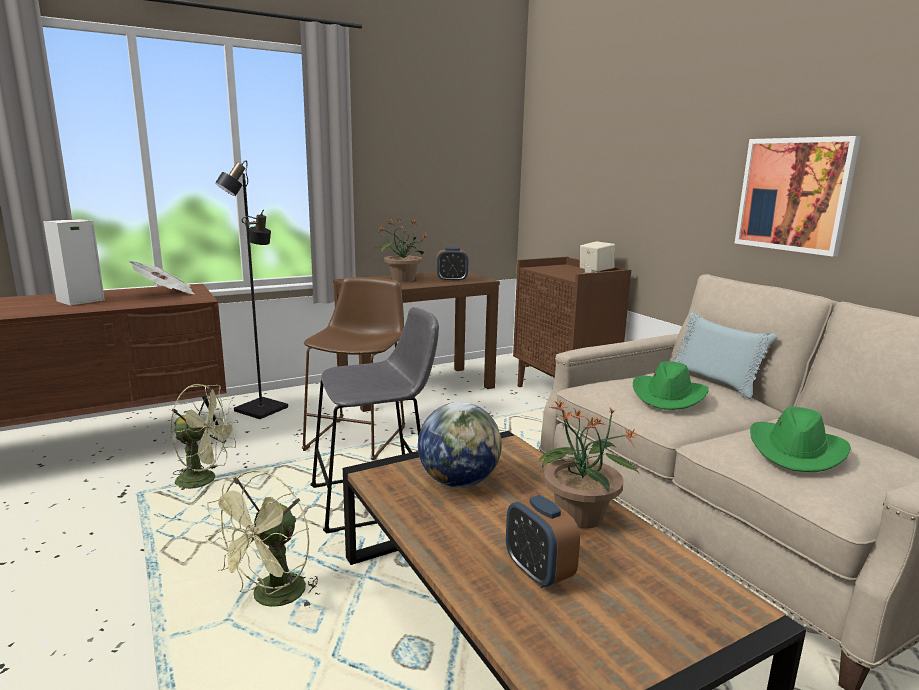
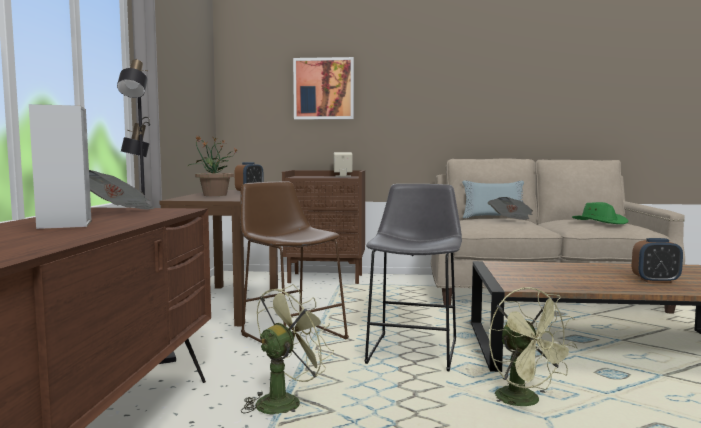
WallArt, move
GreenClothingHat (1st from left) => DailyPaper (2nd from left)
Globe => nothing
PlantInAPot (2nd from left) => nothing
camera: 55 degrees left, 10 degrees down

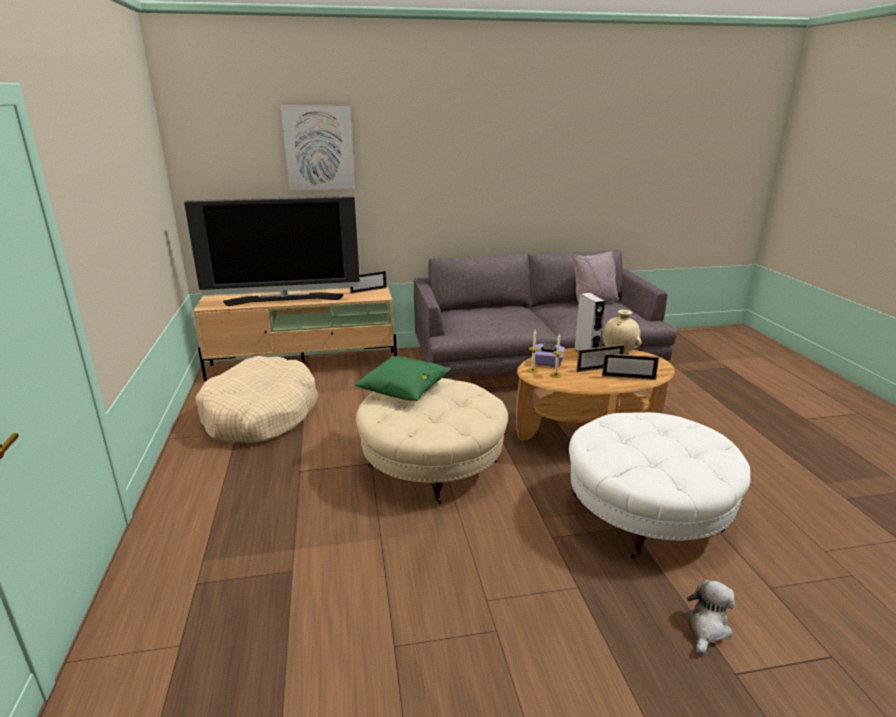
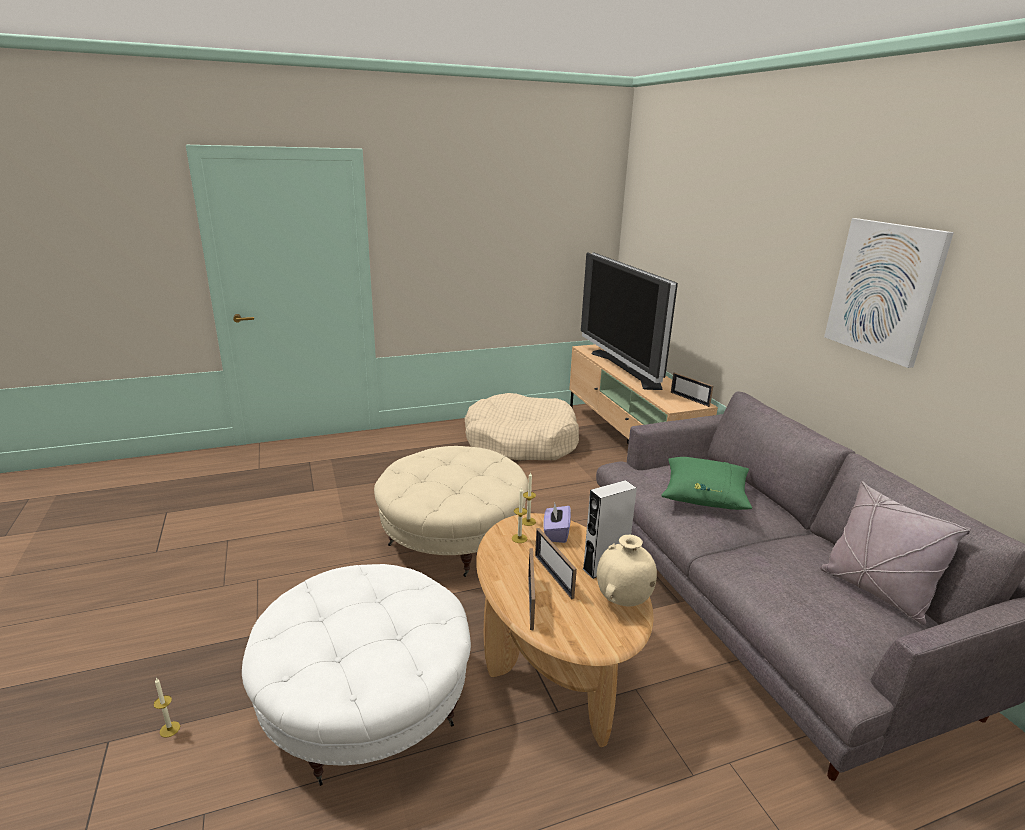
SoftToy => Candle (1st from left)
GreenPillow, move
WallArt, move
camera: 80 degrees right, 0 degrees up

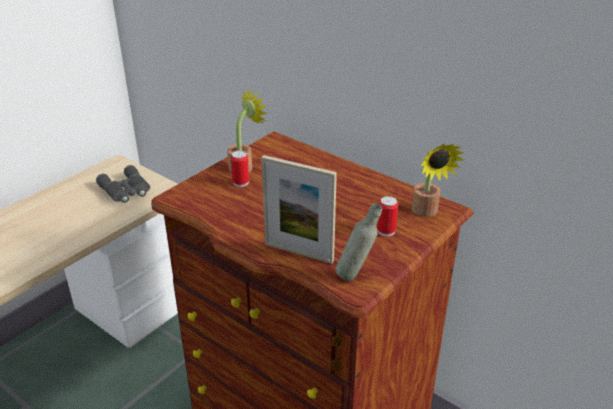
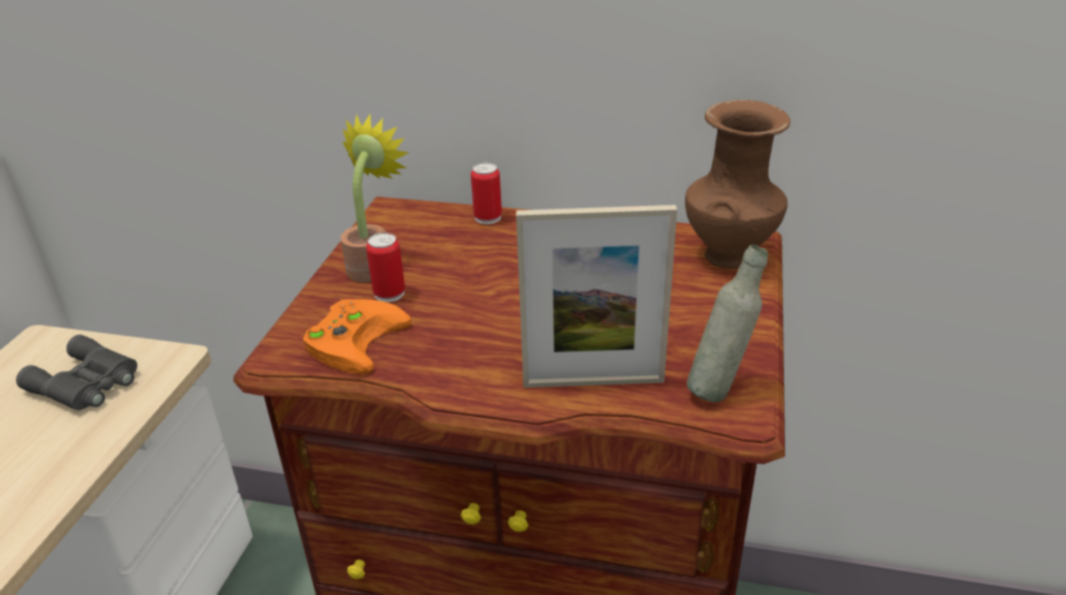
nothing => OrangeColouredJoypad
SealedCan (2nd from left), move
PlantInAPot (2nd from left) => BrownColouredVase
camera: 25 degrees left, 0 degrees up

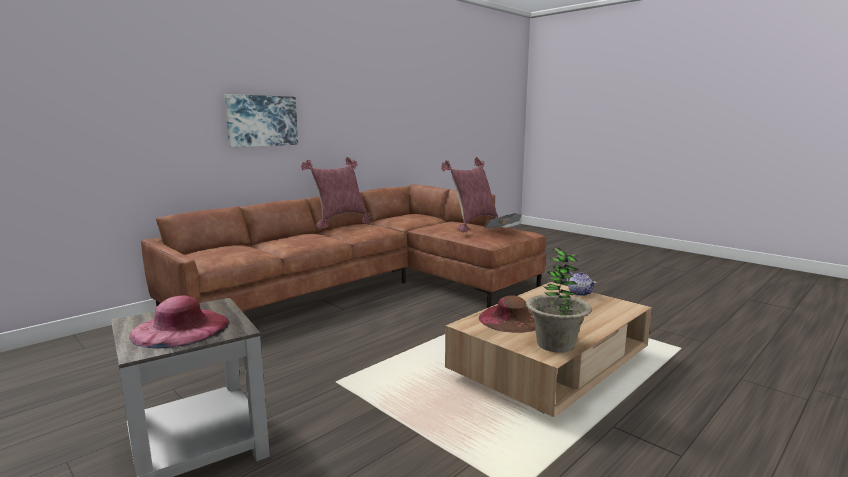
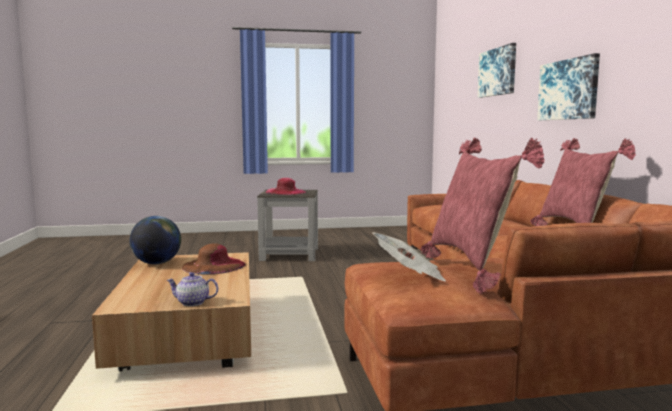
PlantInAPot => Globe
nothing => WallArt (1st from left)
camera: 125 degrees right, 5 degrees down

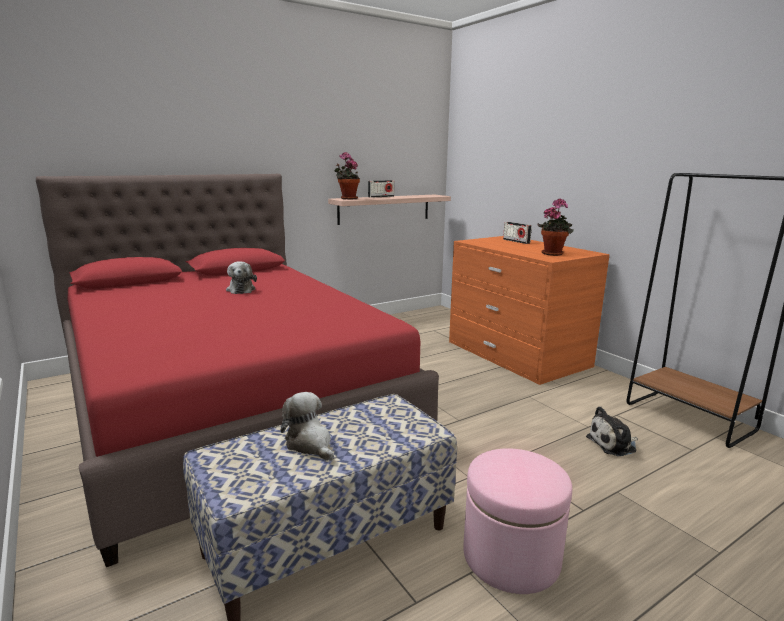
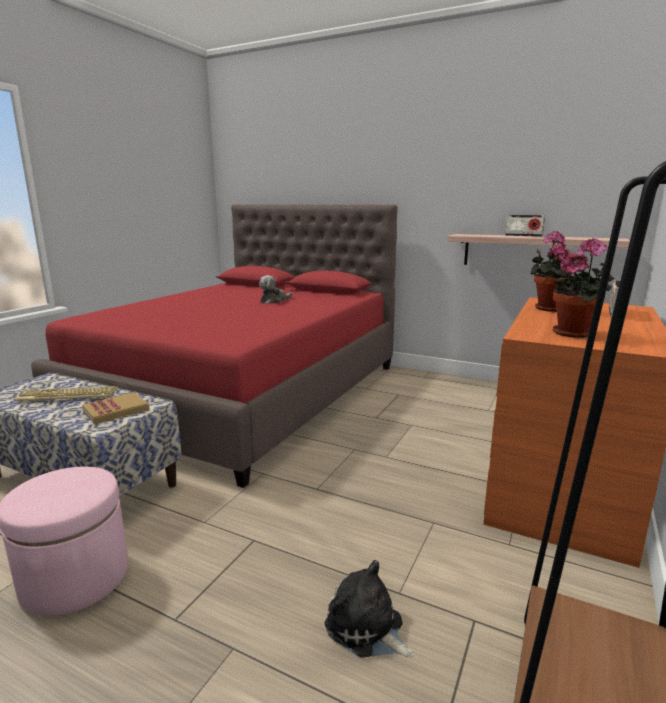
SoftToy (2nd from left) => Keyboard
nothing => Book
PlantInAPot (1st from left), move
camera: 60 degrees right, 0 degrees up

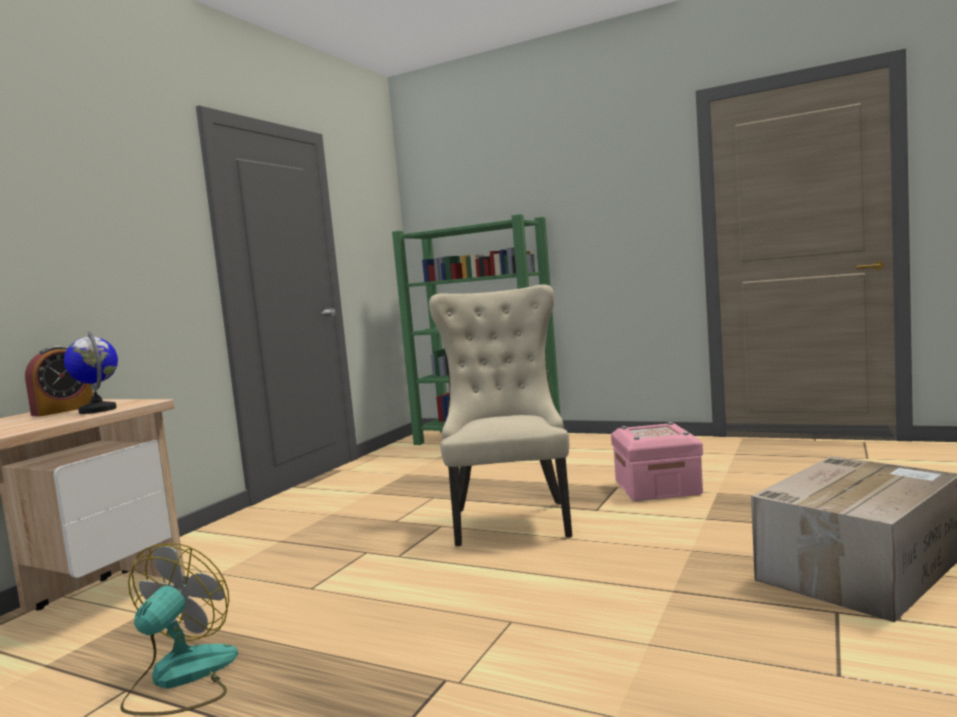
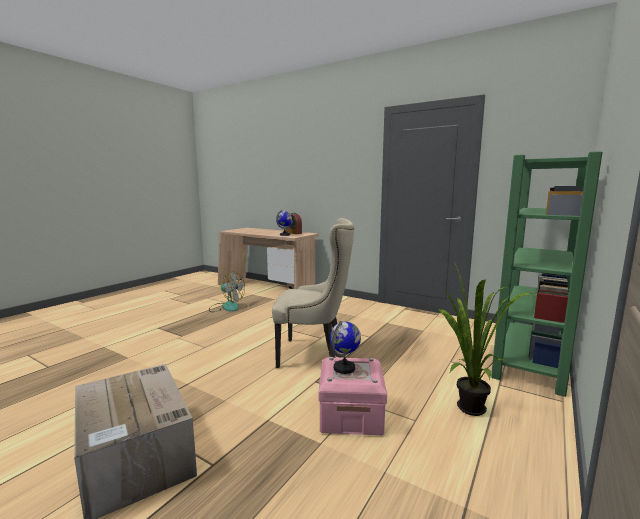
nothing => Globe (2nd from left)
nothing => PlantInAPot
camera: 95 degrees right, 5 degrees up

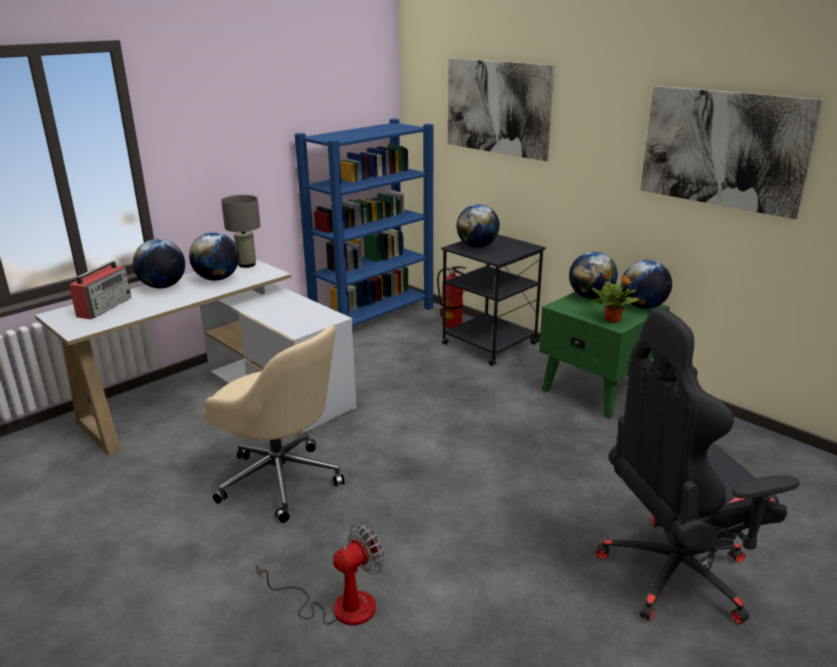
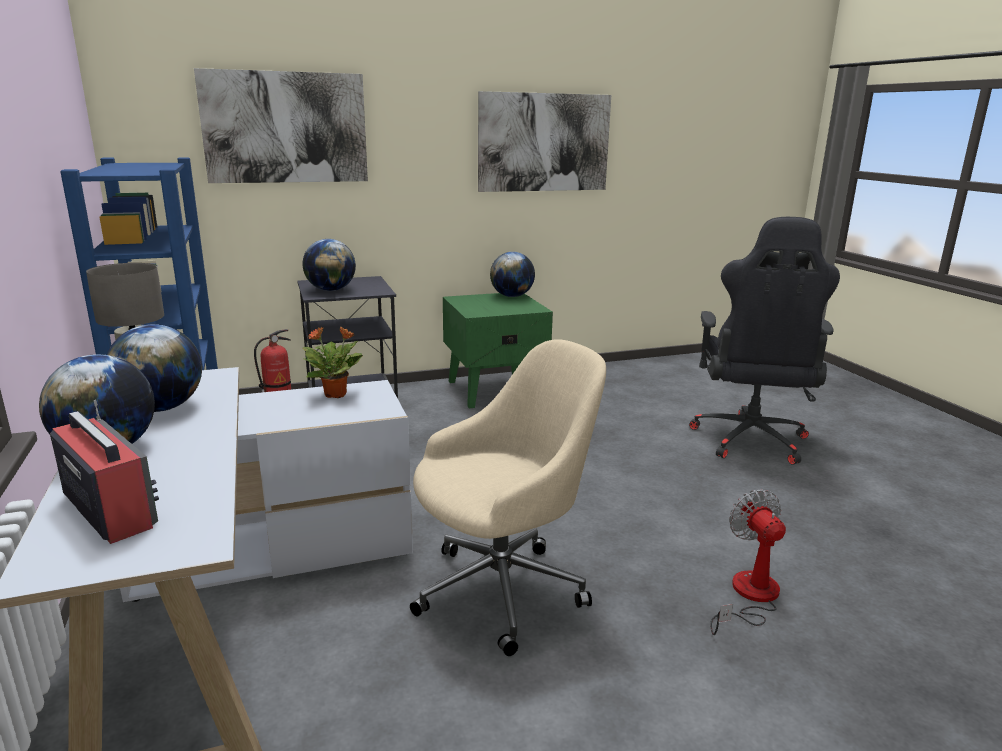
PlantInAPot, move
Globe (4th from left) => nothing
camera: 65 degrees left, 5 degrees down

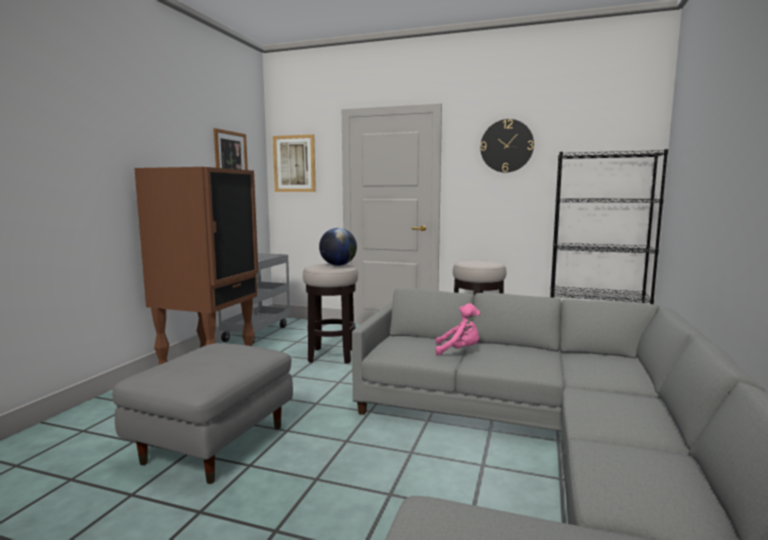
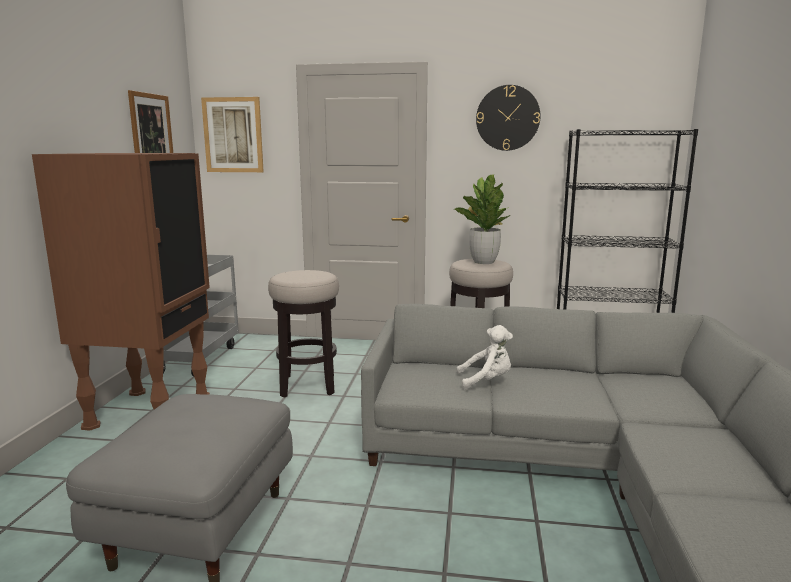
nothing => PlantInAPot
PinkishSoftToy => WhiteColouredSoftToy
Globe => nothing
camera: 10 degrees left, 5 degrees up

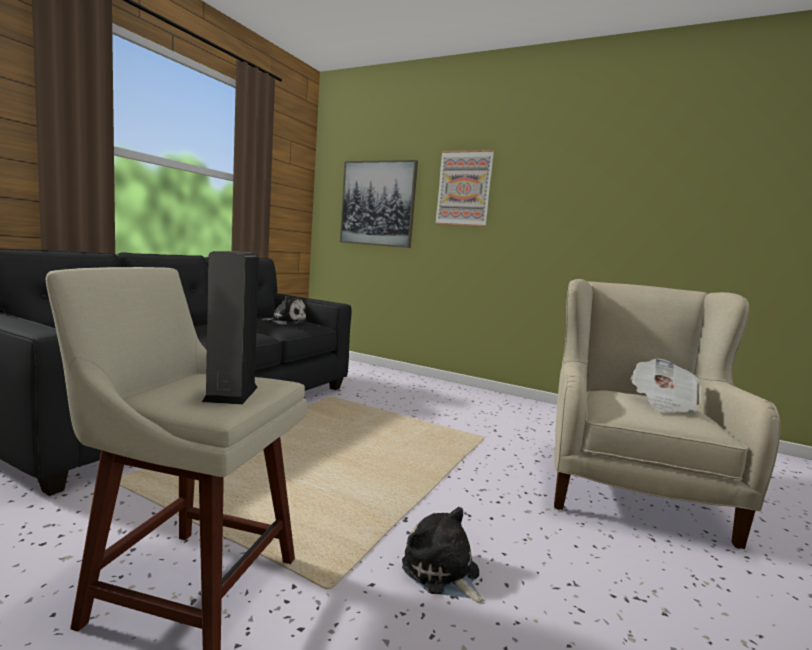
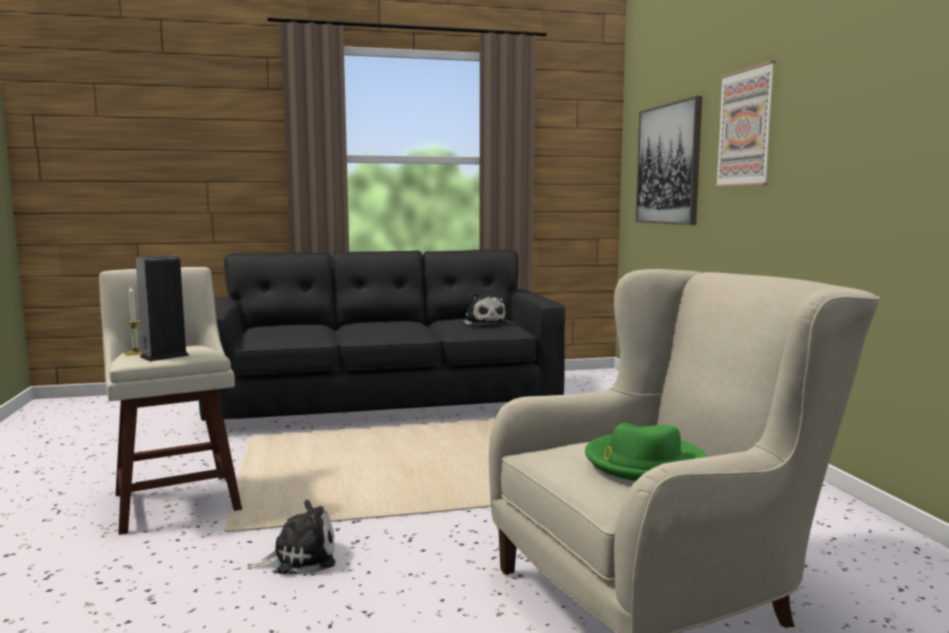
nothing => Candle
SoftToy (2nd from left in the first image) => SoftToy (1st from left), 60 degrees clockwise
DailyPaper => GreenClothingHat
camera: 50 degrees right, 0 degrees up

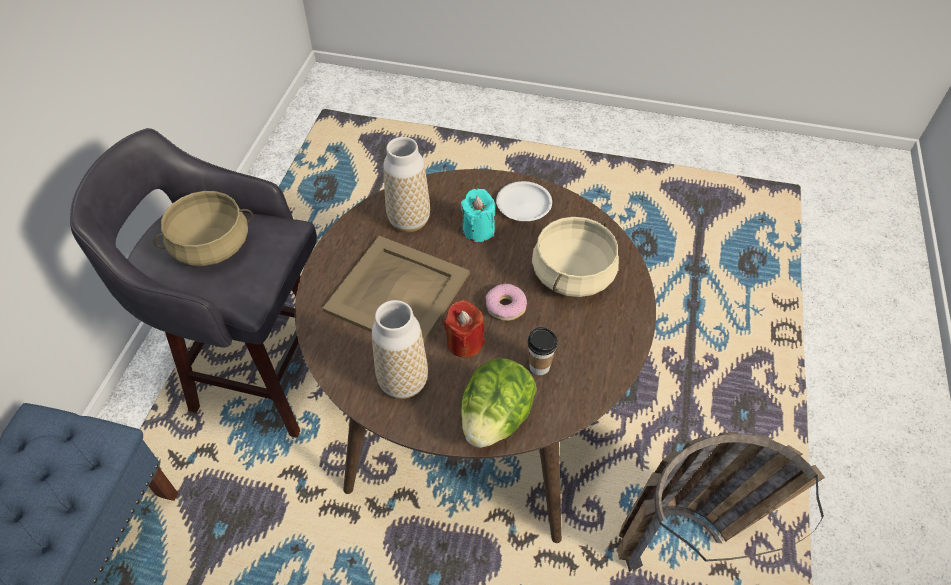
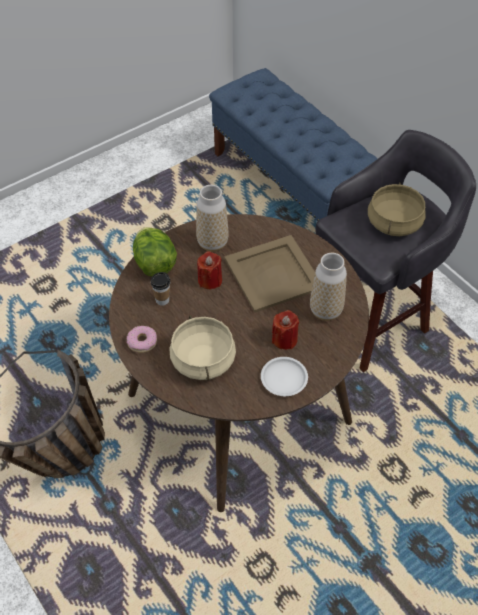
Donut, move
TurquoiseColouredCandle => RedCandle (2nd from left)
camera: 130 degrees right, 0 degrees up

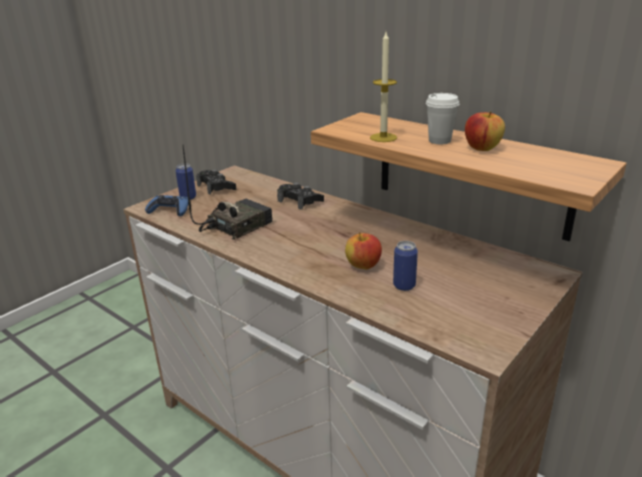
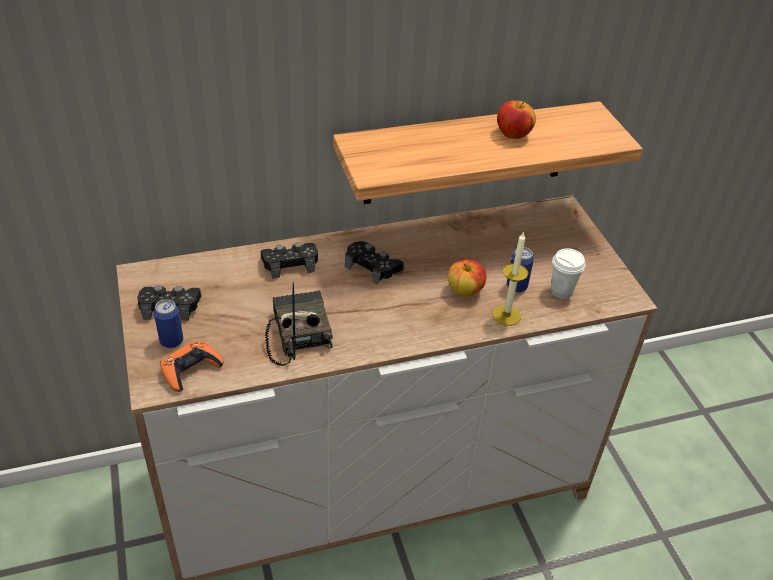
BluishJoypad => OrangeColouredJoypad
nothing => BlackJoypad (3rd from left)
Candle, move
WhiteColouredSmallCup, move
camera: 60 degrees left, 15 degrees up

